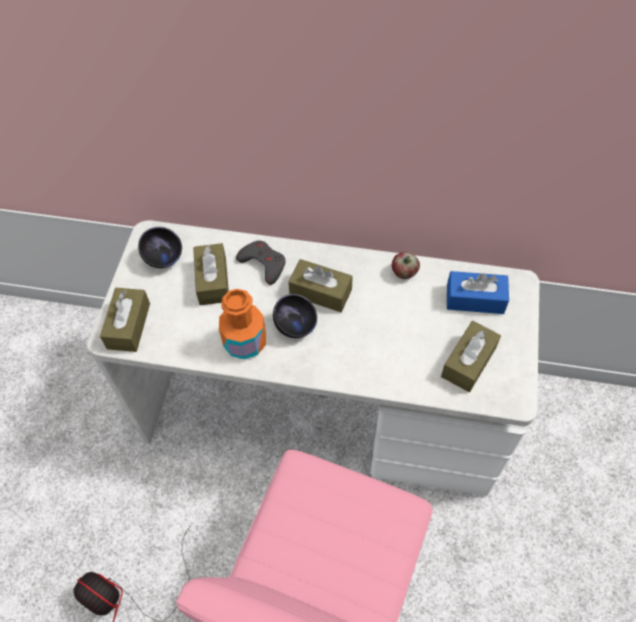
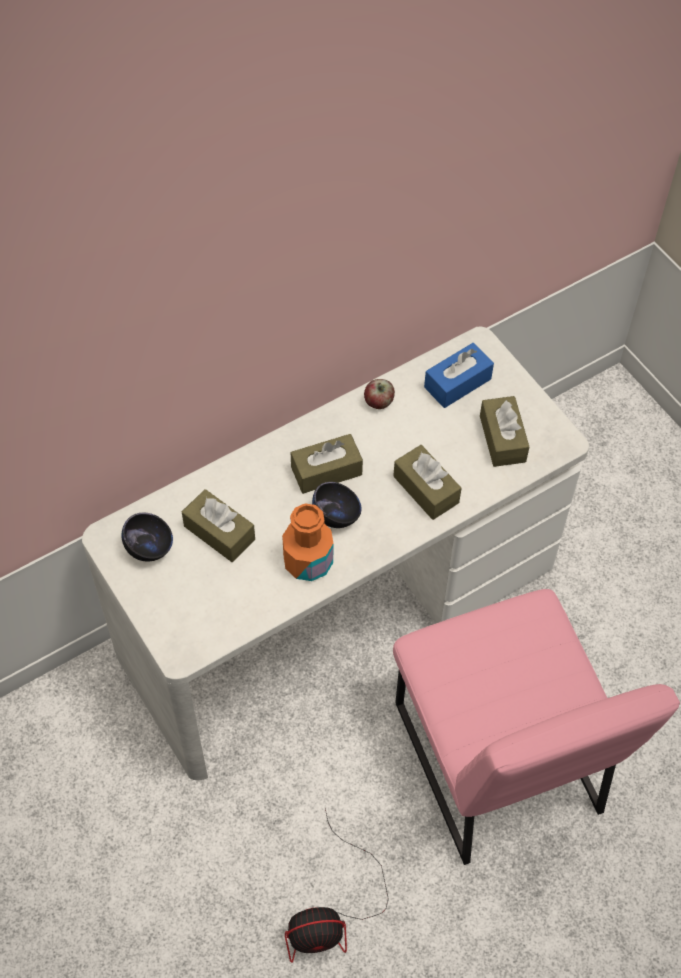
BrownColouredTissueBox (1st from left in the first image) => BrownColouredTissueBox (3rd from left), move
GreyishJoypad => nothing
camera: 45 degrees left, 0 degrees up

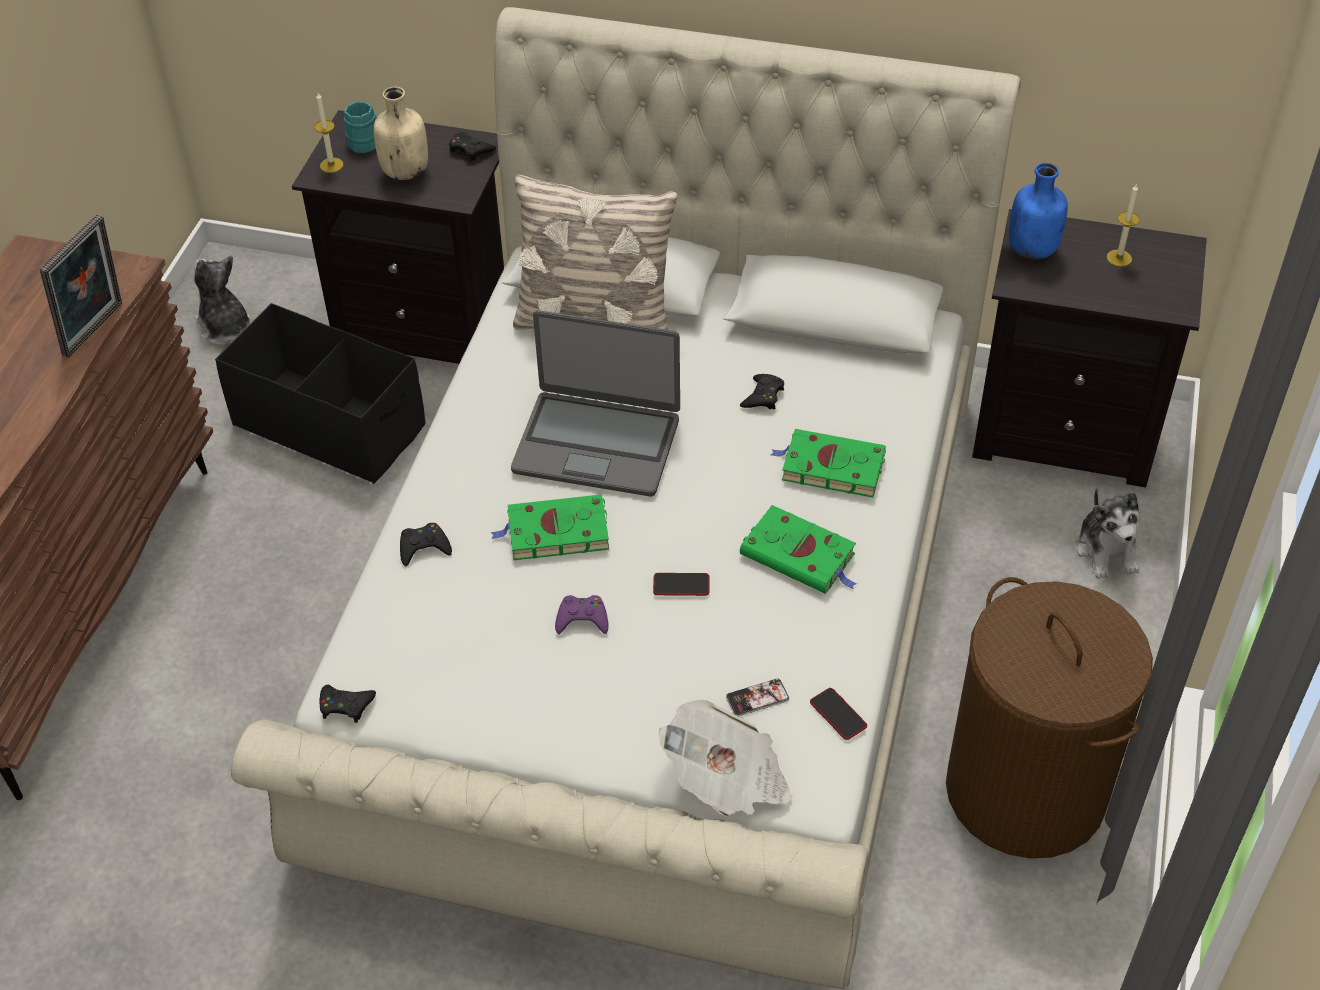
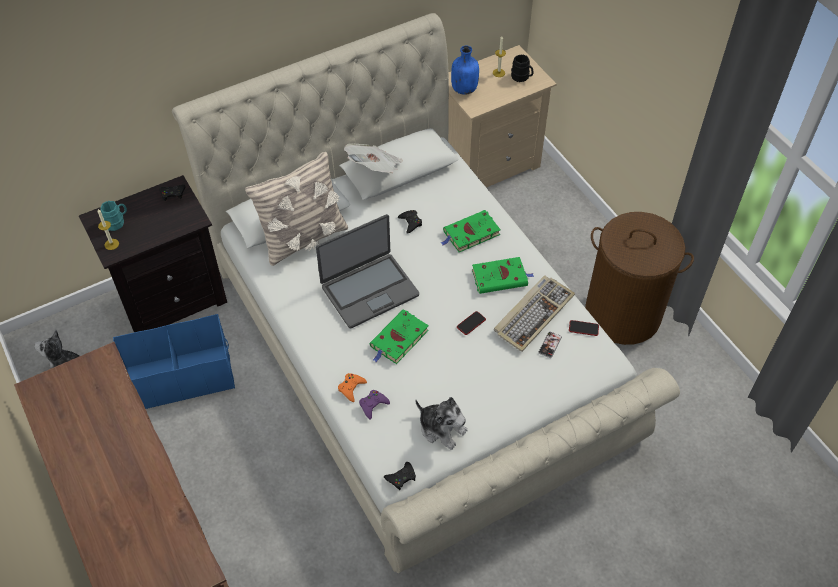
BlackStorageBin => BluishStorageBin
BlackJoypad (2nd from left) => OrangeColouredJoypad
DailyPaper, move
PurplishJoypad, move
SoftToy (2nd from left), move
BlackBedsideTable (2nd from left) => BeigeBedsideTable
nothing => Keyboard
nothing => BlackCoffeeMug
PictureFrame => nothing
BeigeBottle => nothing
camera: 45 degrees left, 5 degrees up

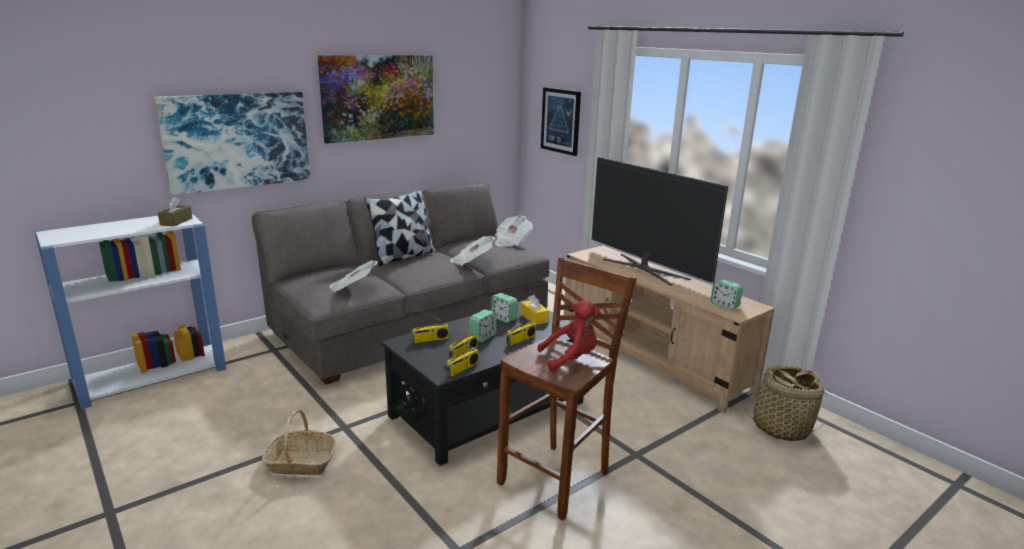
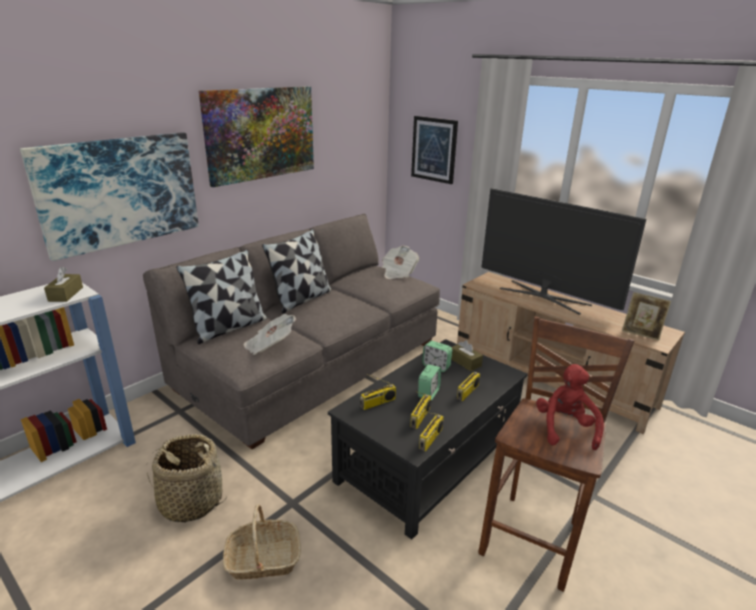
Basket (2nd from left in the first image) => Basket (1st from left), move
nothing => Pillow (1st from left)
YellowColouredTissueBox => BrownColouredTissueBox (2nd from left)
RedSoftToy, 60 degrees counterclockwise
AlarmClock (3rd from left) => PictureFrame
DailyPaper (2nd from left) => nothing
camera: 10 degrees left, 5 degrees up

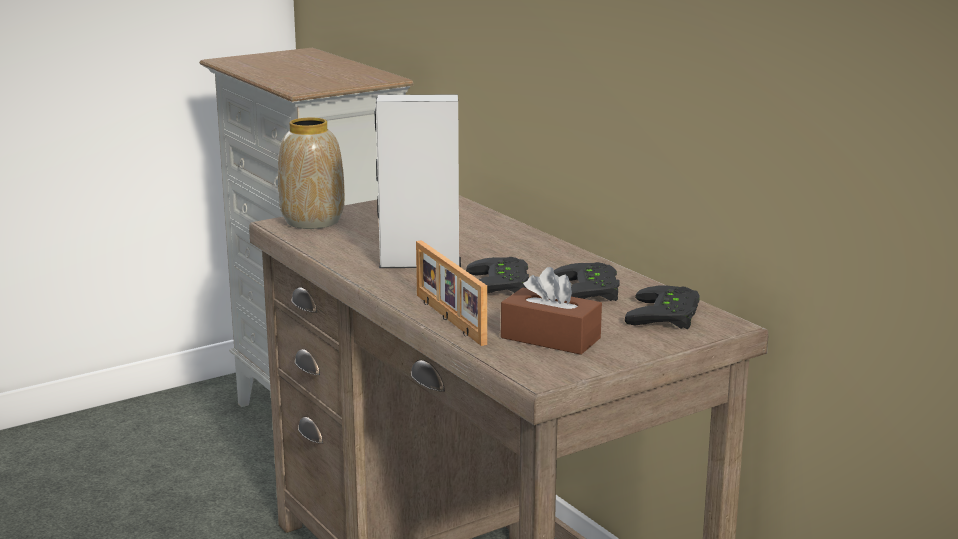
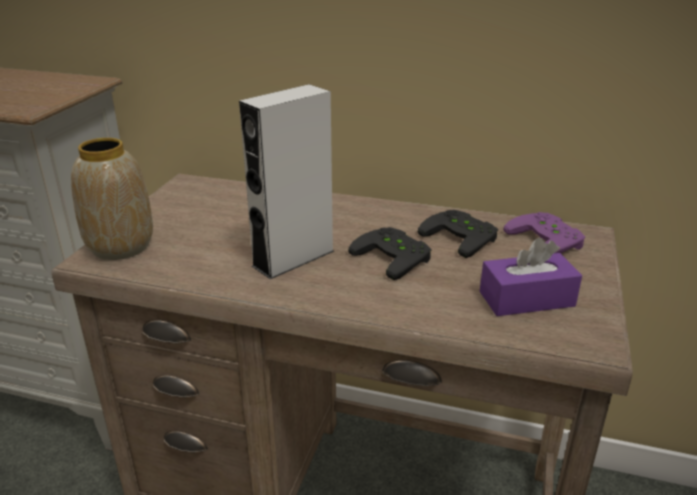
BrownColouredTissueBox => PurplishTissueBox
BlackJoypad (3rd from left) => PurplishJoypad
PictureFrame => nothing
camera: 40 degrees left, 10 degrees up

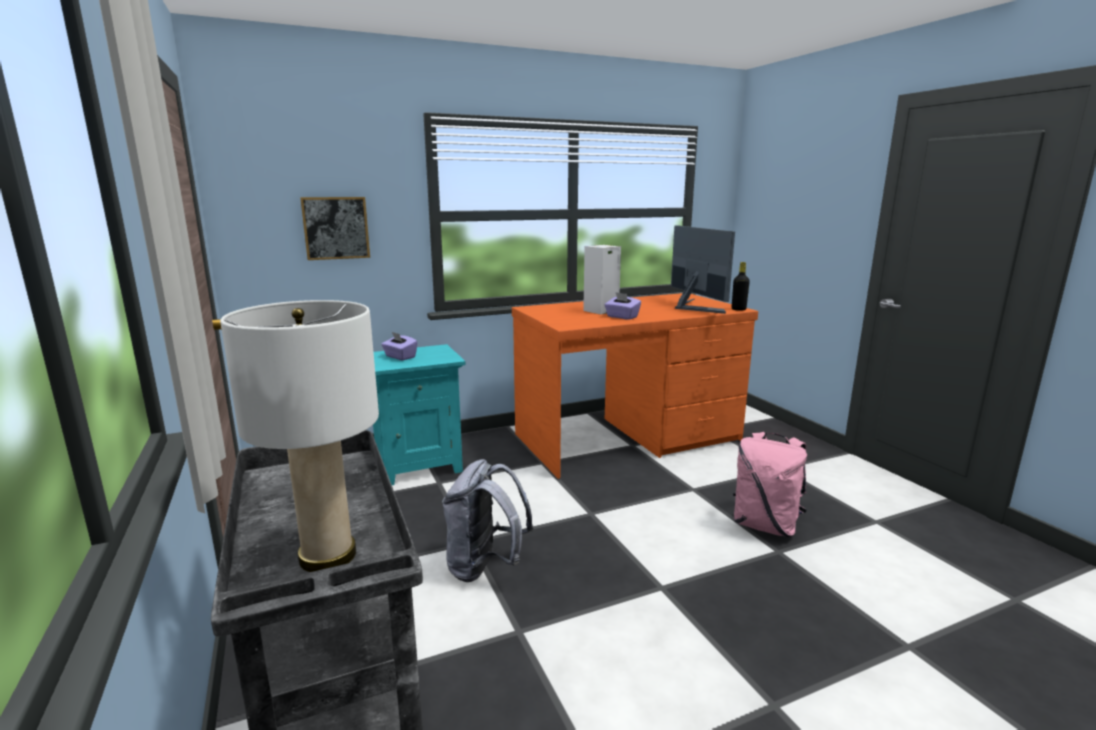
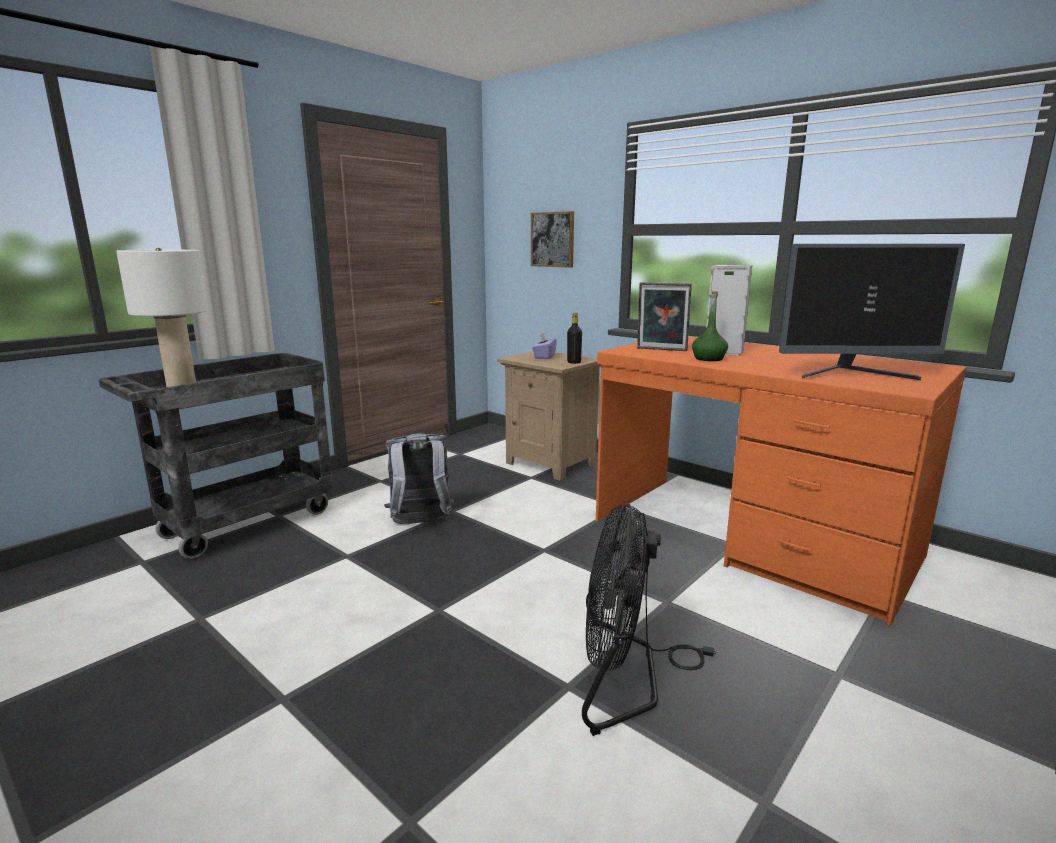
TurquoiseColouredBedsideTable => BeigeBedsideTable
BlackBottle, move
PinkishBackpack => BlackCoolingFan
nothing => PictureFrame
PurplishTissueBox (2nd from left) => GreenBottle
Monitor, 45 degrees clockwise
camera: 65 degrees right, 0 degrees up

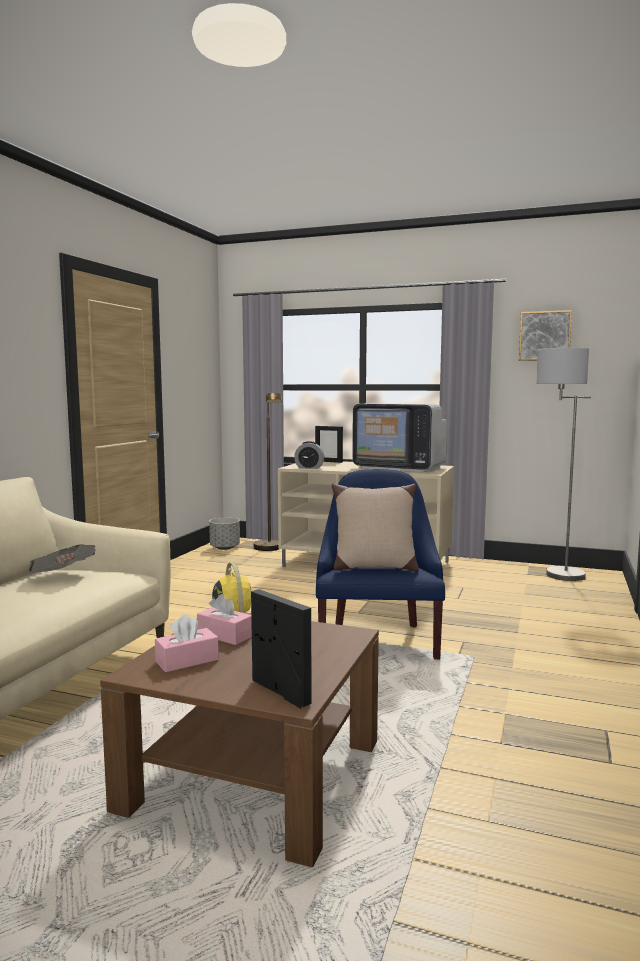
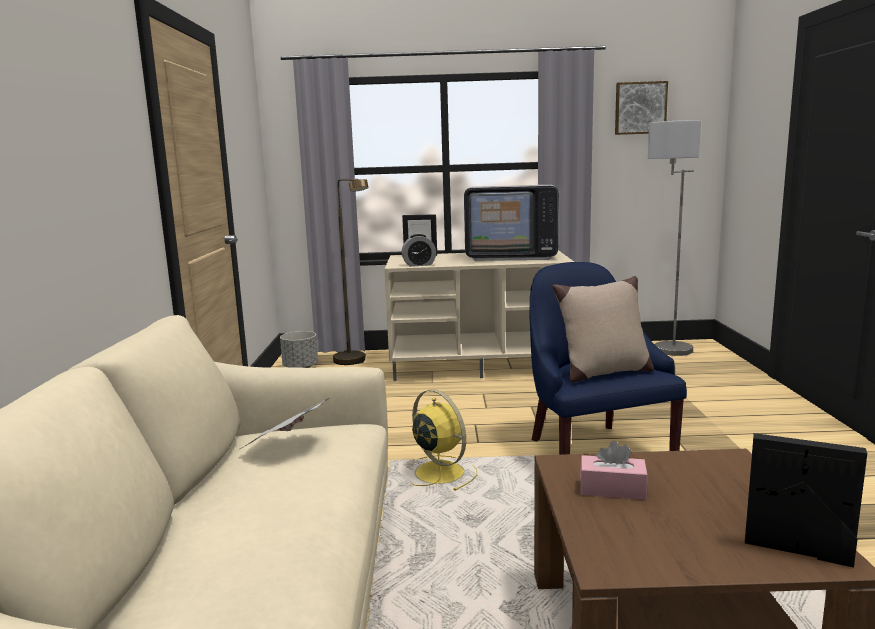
PinkishTissueBox (1st from left) => nothing
camera: 20 degrees left, 5 degrees up

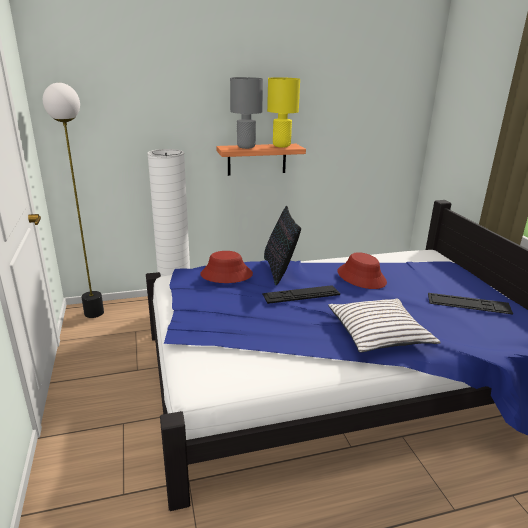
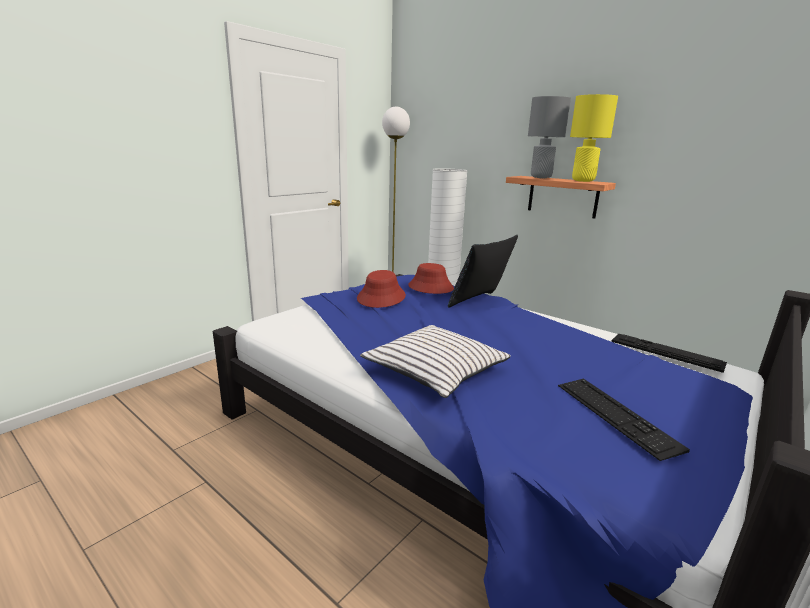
RedClothingHat (2nd from left in the first image) => RedClothingHat (1st from left), move
Keyboard (1st from left in the first image) => Keyboard (2nd from left), move
camera: 55 degrees right, 5 degrees down

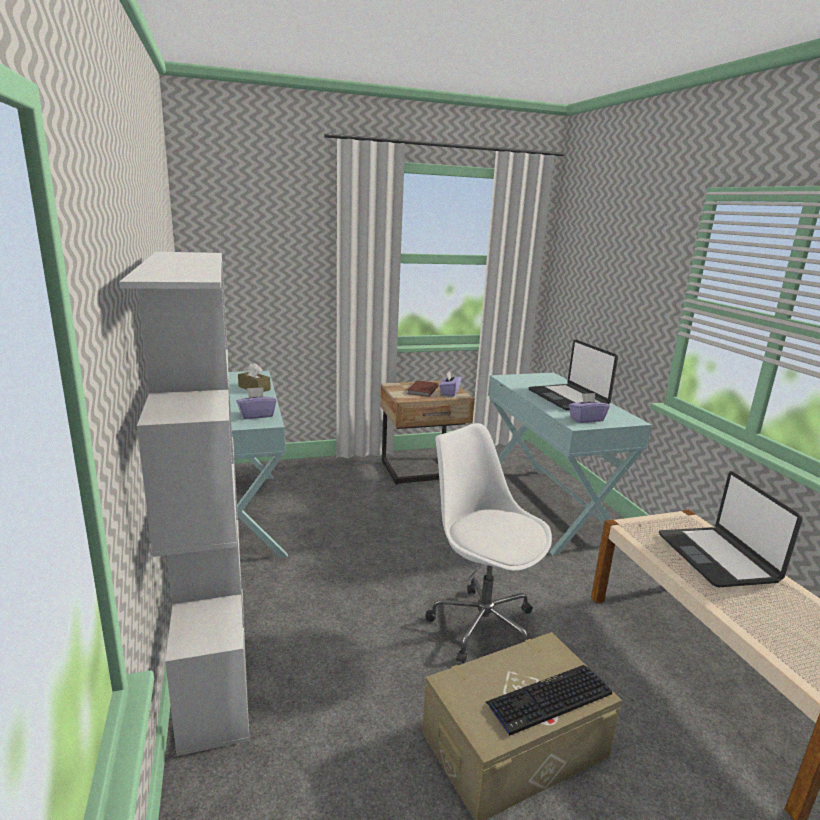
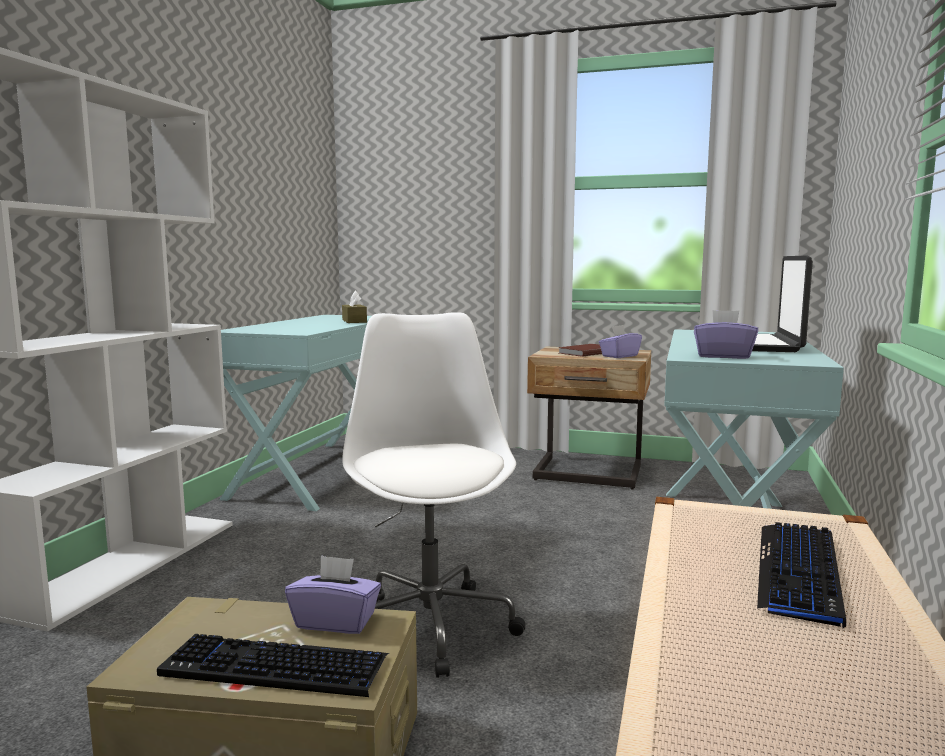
PurplishTissueBox (1st from left), move
NotebookComputer (2nd from left) => Keyboard (2nd from left)
camera: 35 degrees right, 10 degrees down

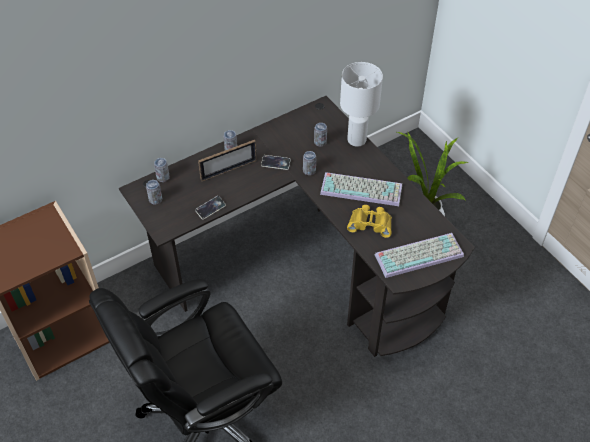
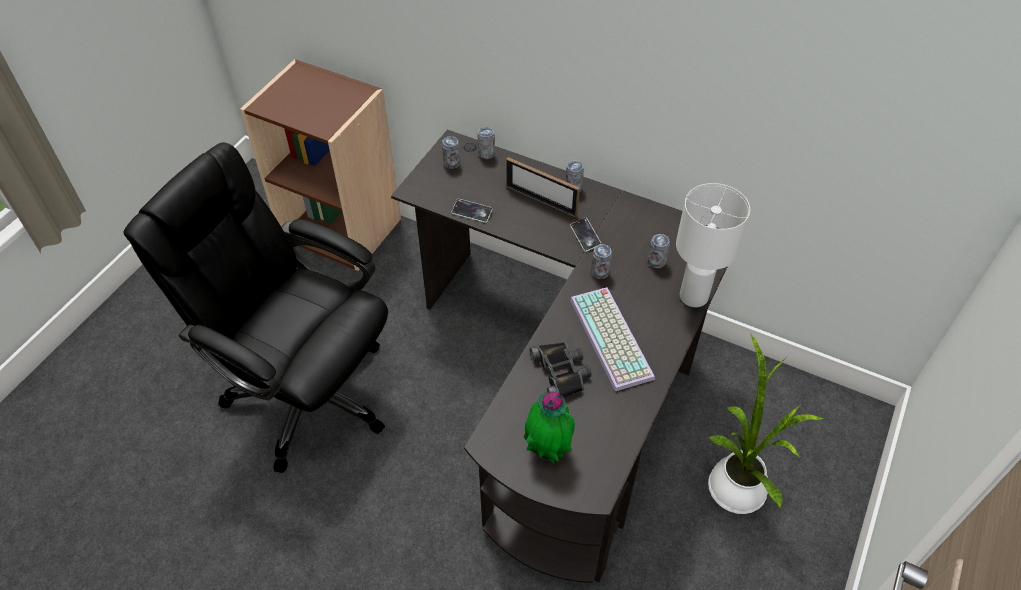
Keyboard (2nd from left) => PlantInAPot (1st from left)
YellowColouredBinoculars => BlackBinoculars
camera: 60 degrees right, 0 degrees up

